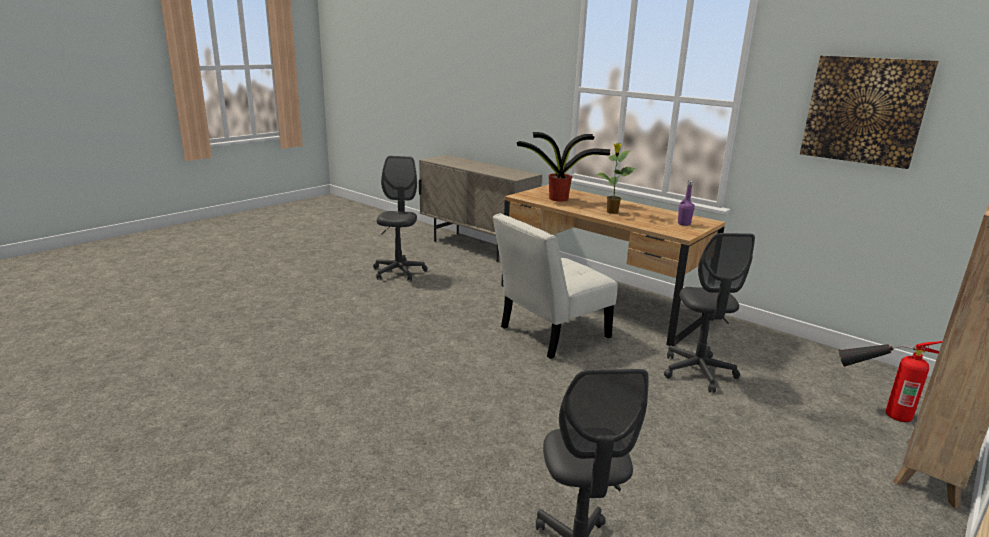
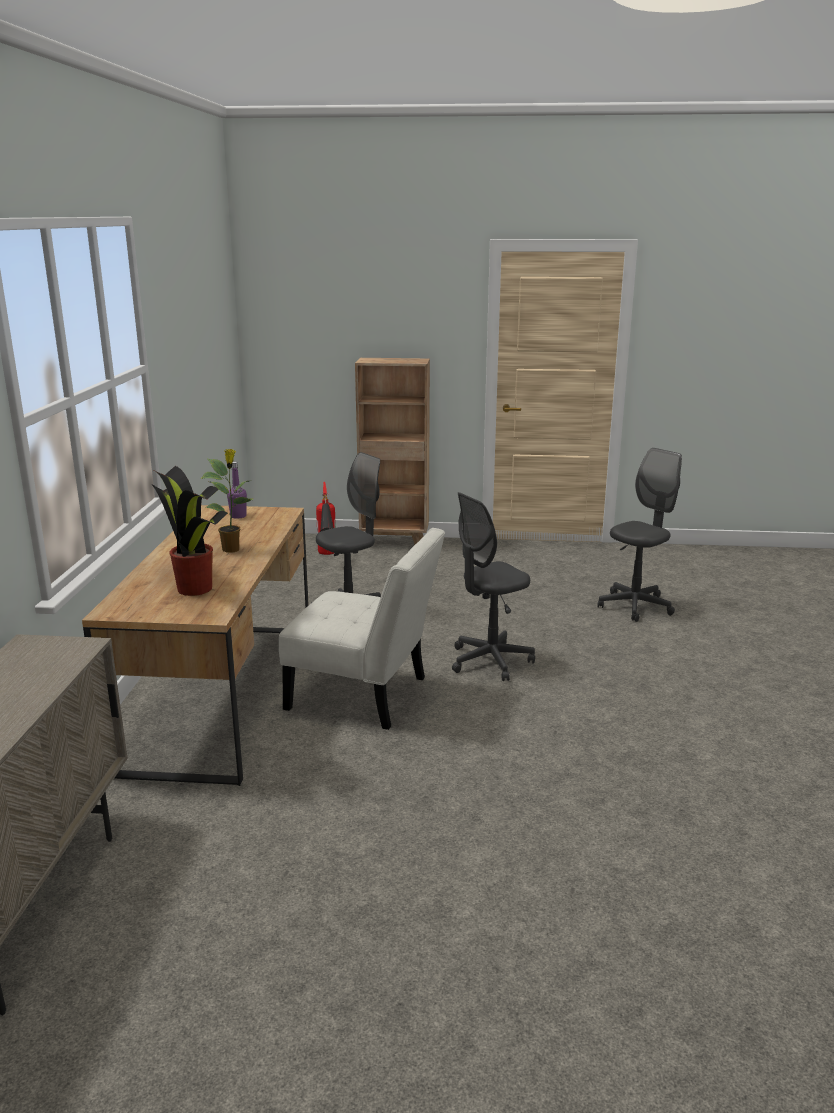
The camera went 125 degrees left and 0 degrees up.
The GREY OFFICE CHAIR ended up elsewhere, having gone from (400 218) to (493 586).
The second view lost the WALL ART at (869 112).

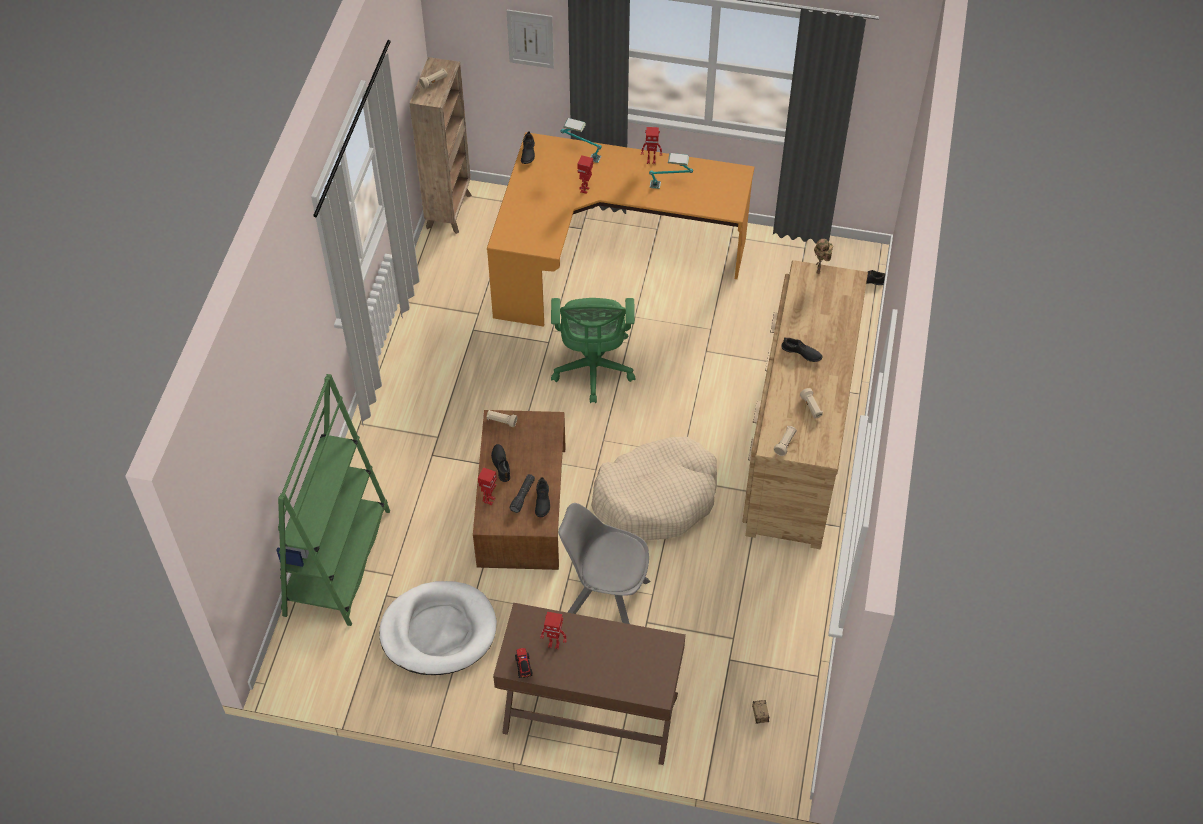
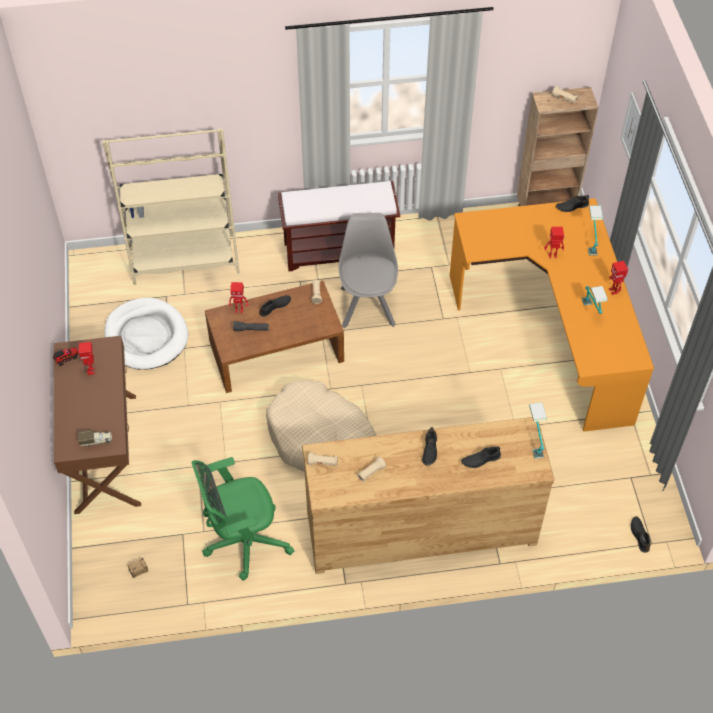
The camera went 70 degrees right and 0 degrees up.
The second view gained the MODEL TRUCK at (95 438).
What was the GREEN BOOKCASE at (333 500) turned into the BEIGE-COLOURED BOOKCASE at (171 206).
The GREEN OFFICE CHAIR ended up elsewhere, having gone from (593 350) to (243 519).
The second view gained the BROWN LONG SEAT at (339 226).
The GREY CHAIR ended up elsewhere, having gone from (604 563) to (368 270).
The BLACK-COLOURED LOW SHOE ended up elsewhere, having gone from (542 497) to (481 457).
Where the ROBOT FIGURE stood at (823 256), the LAMP FOR A TABLE came to stand at (538 431).

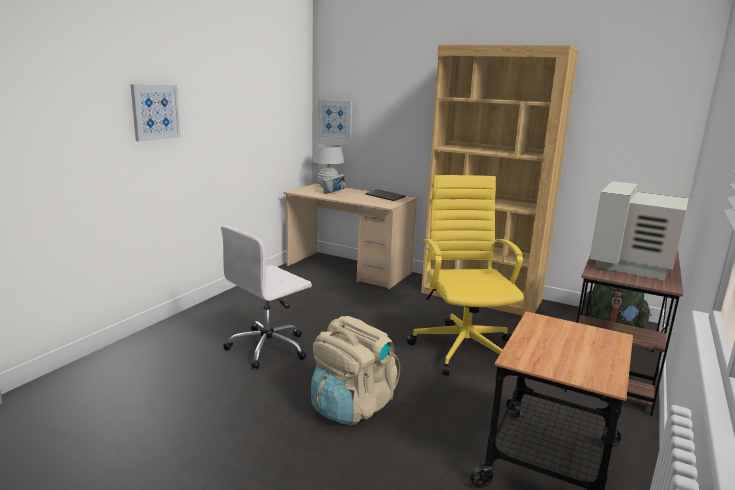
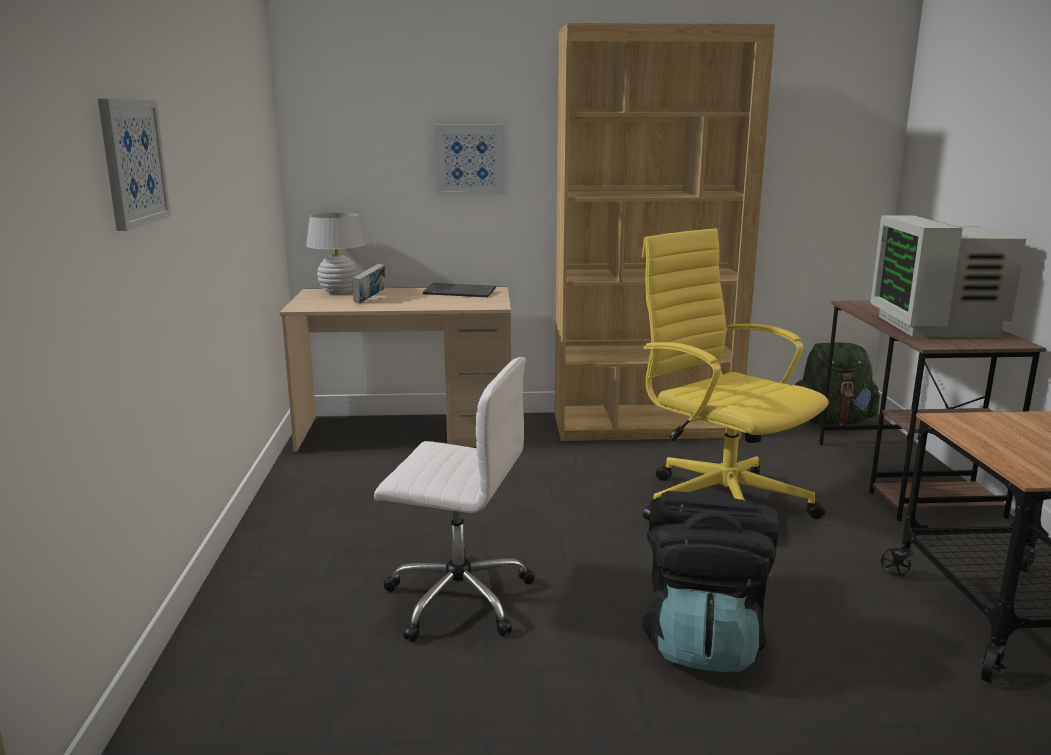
The camera went 30 degrees left and 0 degrees up.
The WHITE OFFICE CHAIR at (266 297) ended up facing another way, 90 degrees counterclockwise from before.
The WALL ART ended up elsewhere, having gone from (335 119) to (469 159).
What was the BEIGE-COLOURED KNAPSACK at (355 370) turned into the BLACK-COLOURED KNAPSACK at (710 581).

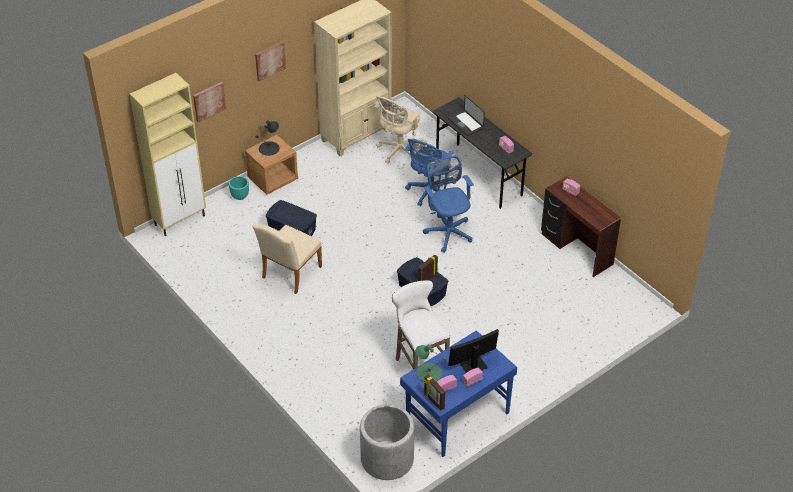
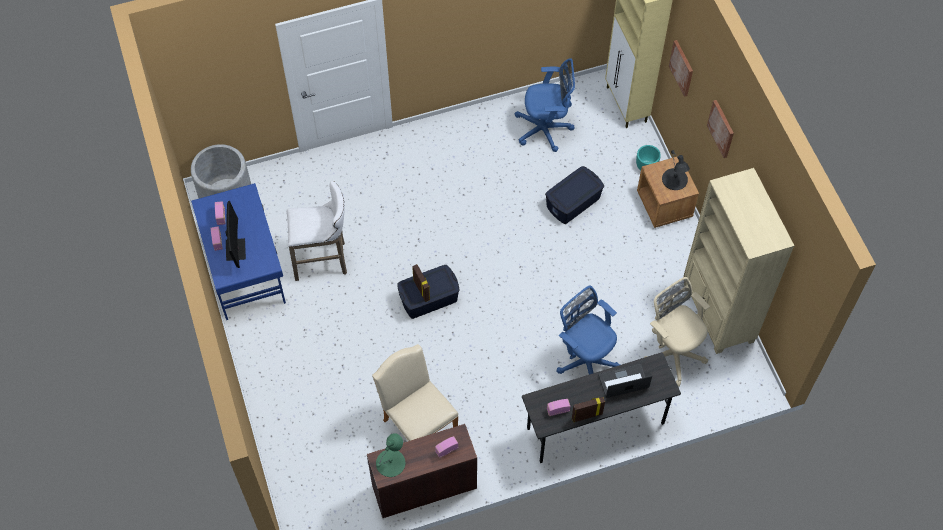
The camera went 110 degrees right and 15 degrees up.
The BEIGE-COLOURED CHAIR ended up elsewhere, having gone from (287 258) to (415 392).
The GREEN LAMP FOR A TABLE ended up elsewhere, having gone from (431 363) to (390 455).
The BLUE OFFICE CHAIR ended up elsewhere, having gone from (448 204) to (545 105).
The PHOTO FRAME ended up elsewhere, having gone from (434 392) to (588 409).

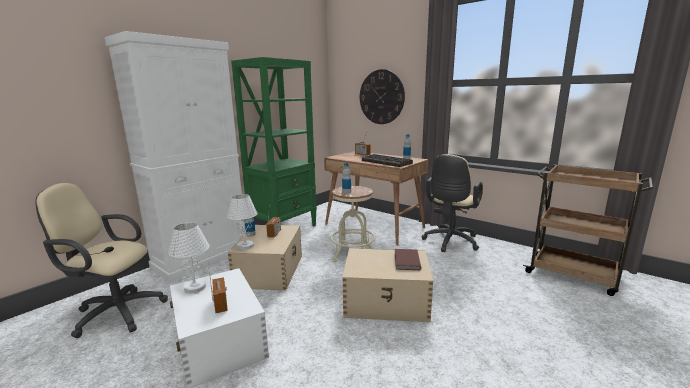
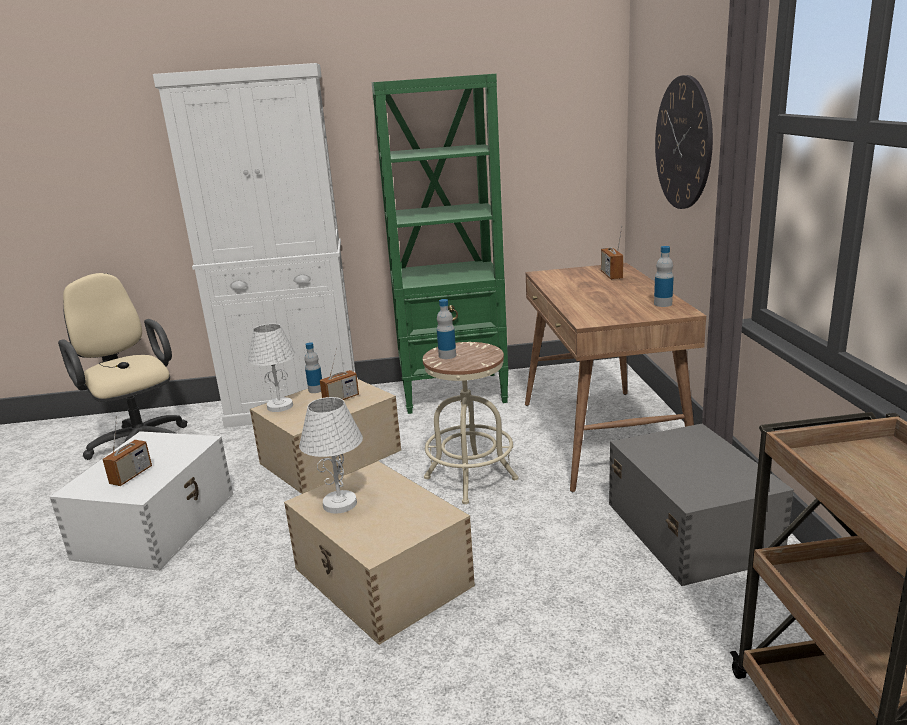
The camera went 45 degrees right and 5 degrees up.
The WHITE LAMP FOR A TABLE ended up elsewhere, having gone from (189 257) to (331 455).
Where the BEIGE-COLOURED OFFICE CHAIR stood at (452 203), the GREY STORAGE BIN came to stand at (701 505).
The second view lost the KEYBOARD at (387 160).
The second view lost the BROWN BOOK at (408 259).

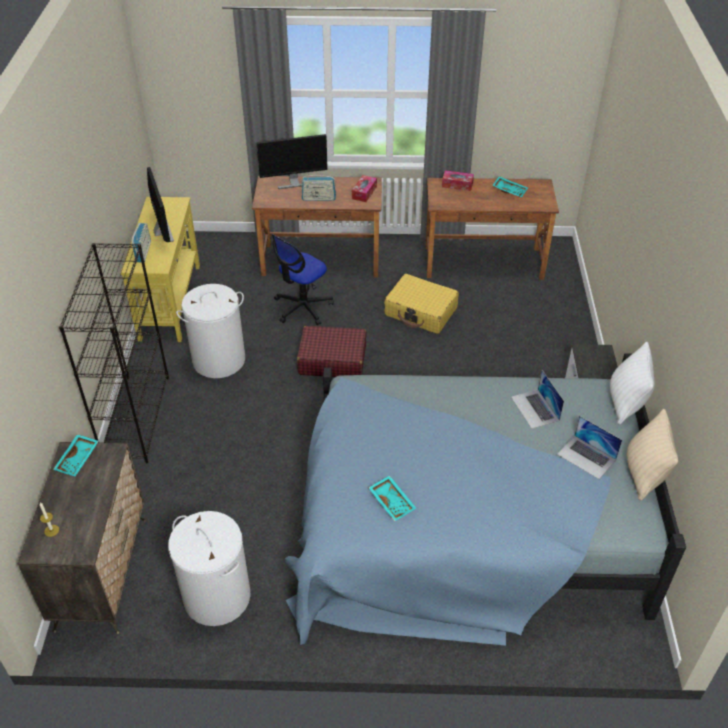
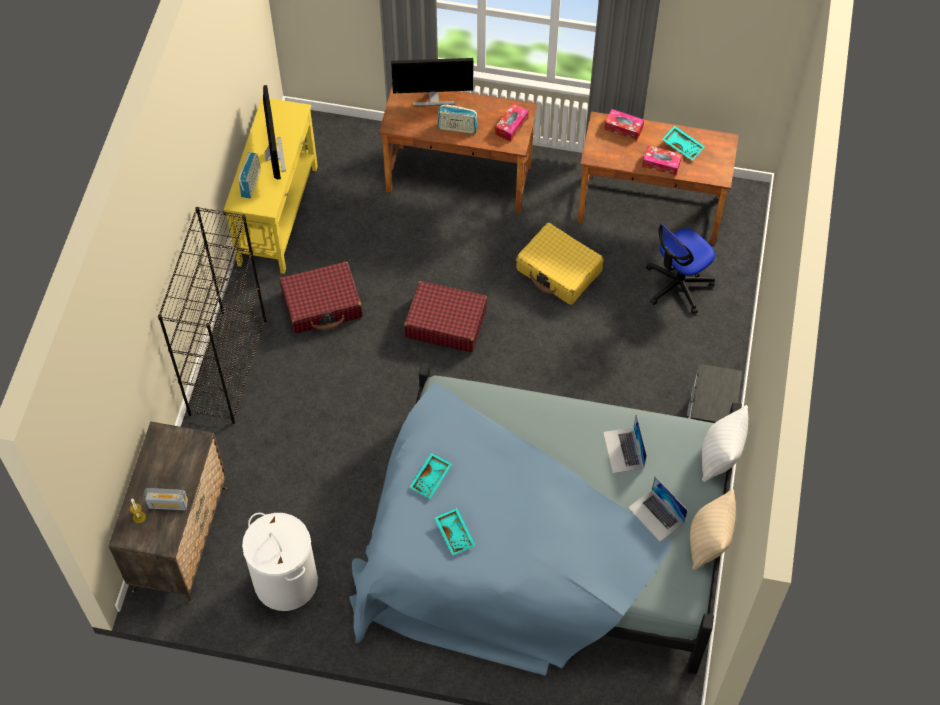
The camera went 10 degrees right and 15 degrees up.
The second view gained the RADIO RECEIVER at (166 499).
Where the WHITE HAMPER stood at (210 331), the RED SUITCASE came to stand at (321 298).
The TURQUOISE SERVING TRAY ended up elsewhere, having gone from (76 455) to (430 476).
The second view gained the TISSUE HOLDER at (662 161).
The OFFICE CHAIR ended up elsewhere, having gone from (302 279) to (680 268).

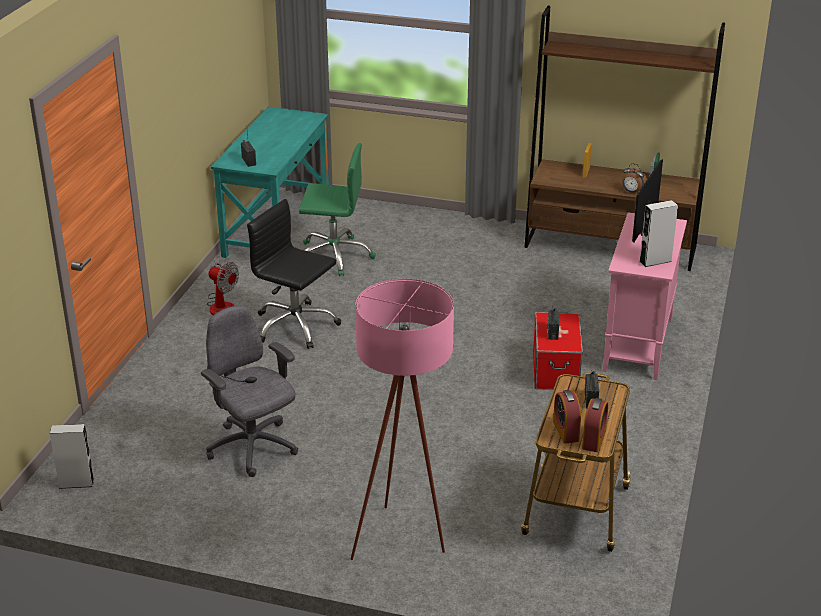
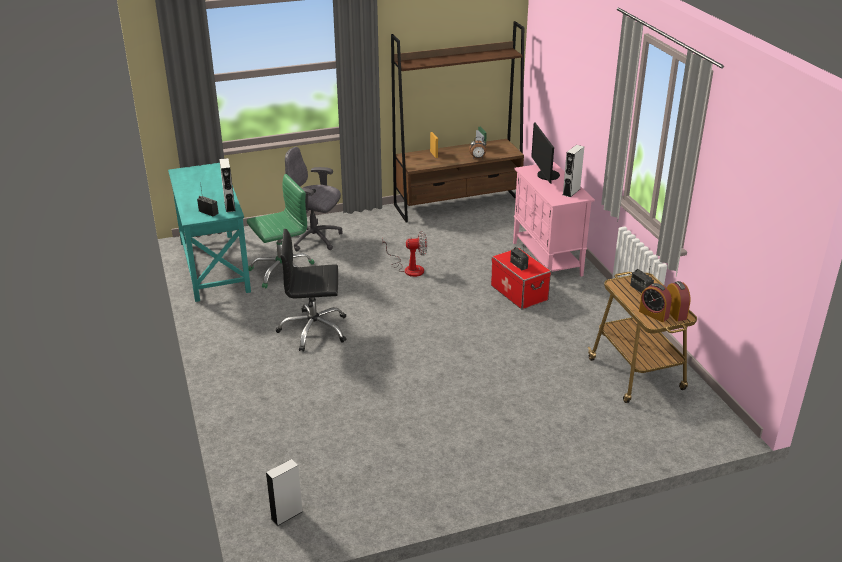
The camera went 35 degrees left and 0 degrees up.
The second view gained the GREY LOUDSPEAKER at (227 185).
The GREY OFFICE CHAIR ended up elsewhere, having gone from (249 391) to (314 199).
The ELECTRIC FAN ended up elsewhere, having gone from (223 286) to (404 254).
The second view lost the PINK STANDING LAMP at (402 419).

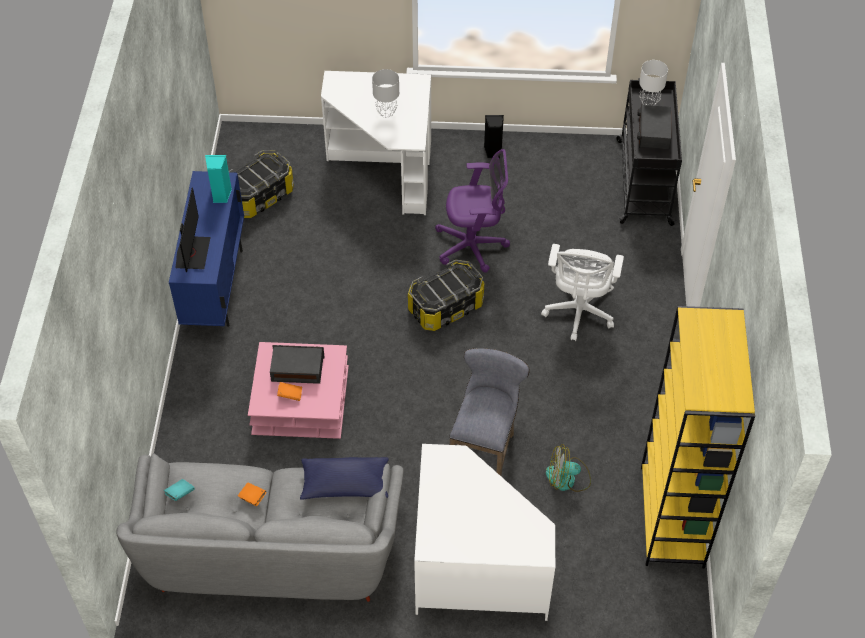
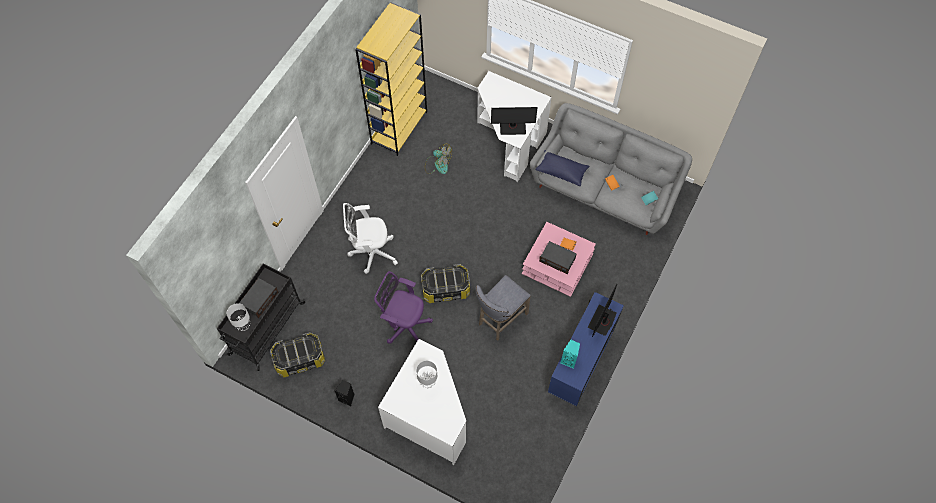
The camera went 155 degrees left and 10 degrees up.
The STORAGE BIN ended up elsewhere, having gone from (261 184) to (297 354).
The WHITE OFFICE CHAIR at (582 292) ended up facing another way, 135 degrees counterclockwise from before.
The GREY STOOL ended up elsewhere, having gone from (489 412) to (503 307).
The second view gained the MONITOR at (514 121).

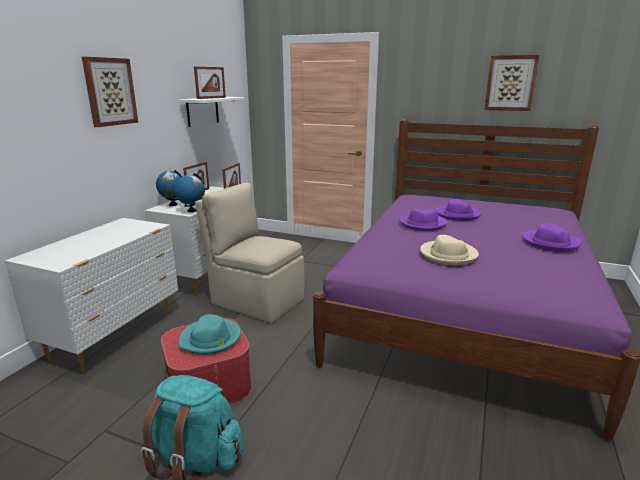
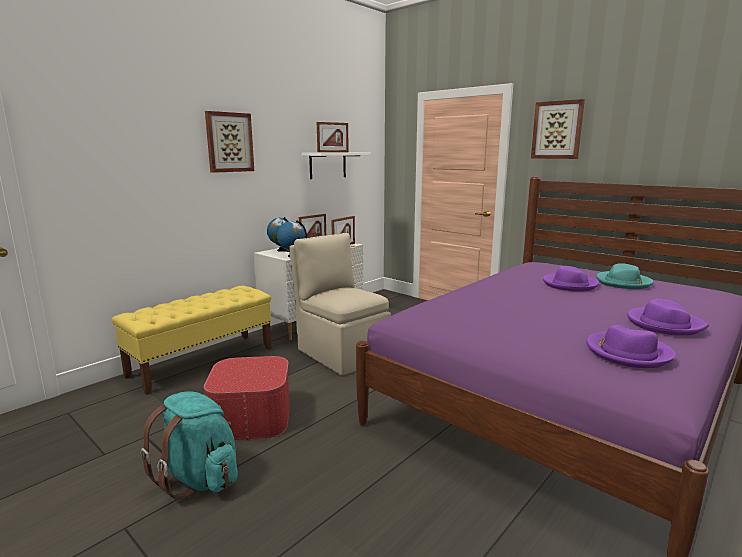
The camera went 20 degrees right and 5 degrees down.
Where the WHITE CHEST OF DRAWERS stood at (91 295), the YELLOW LONG SEAT came to stand at (191 340).
The WALL ART ended up elsewhere, having gone from (511 83) to (558 129).
The PURPLE WEARABLE HAT ended up elsewhere, having gone from (423 219) to (631 346).
The TURQUOISE WEARABLE HAT ended up elsewhere, having gone from (210 334) to (625 276).
The second view lost the BEIGE-COLOURED WEARABLE HAT at (449 250).

